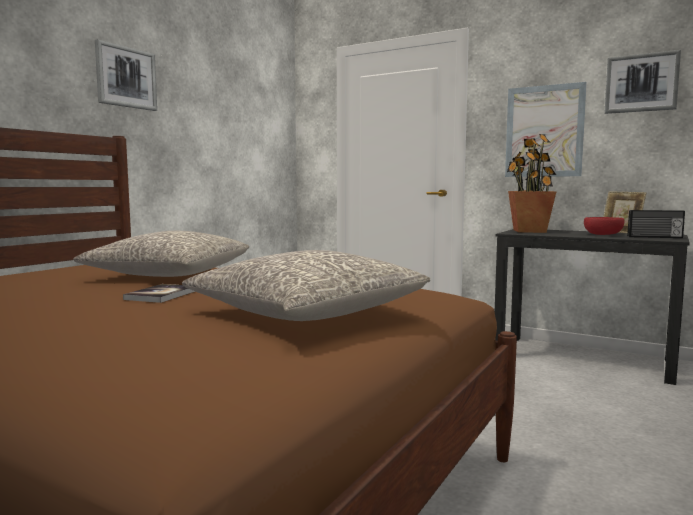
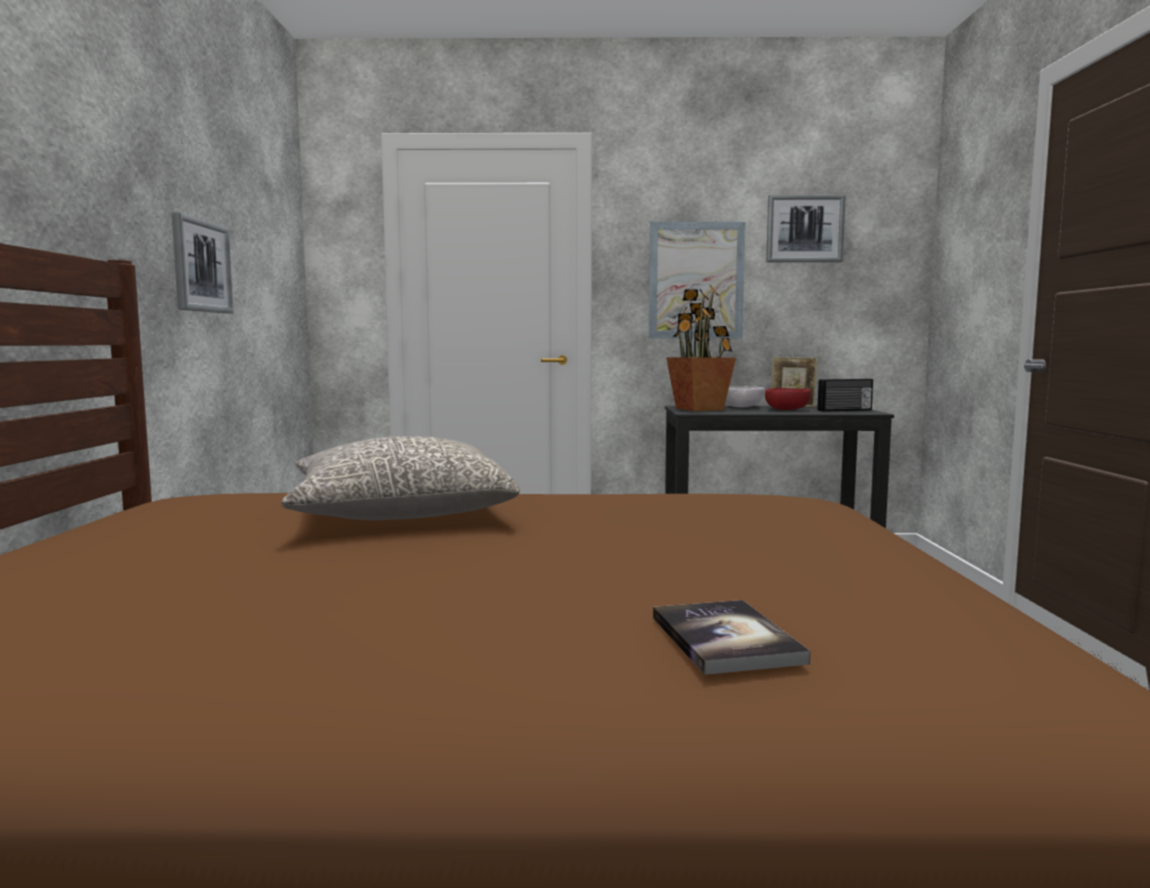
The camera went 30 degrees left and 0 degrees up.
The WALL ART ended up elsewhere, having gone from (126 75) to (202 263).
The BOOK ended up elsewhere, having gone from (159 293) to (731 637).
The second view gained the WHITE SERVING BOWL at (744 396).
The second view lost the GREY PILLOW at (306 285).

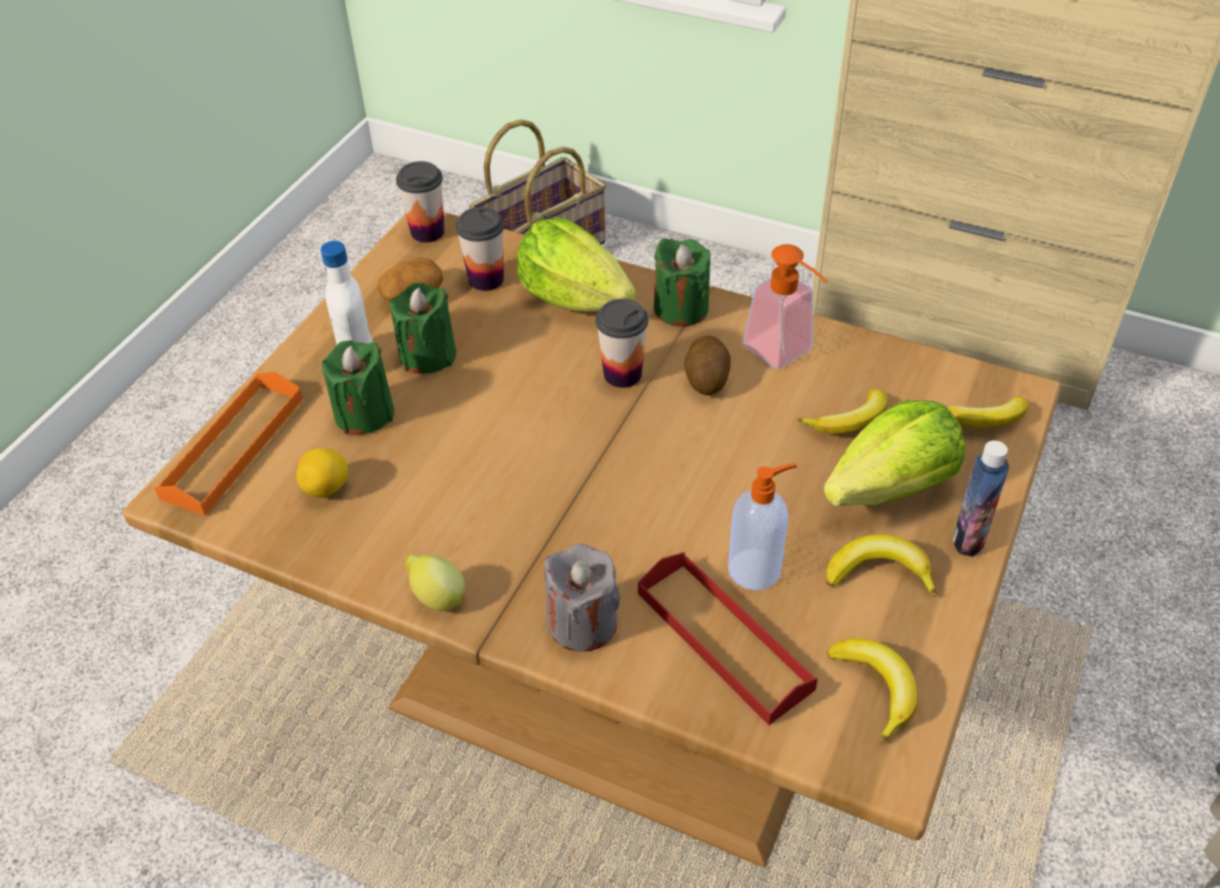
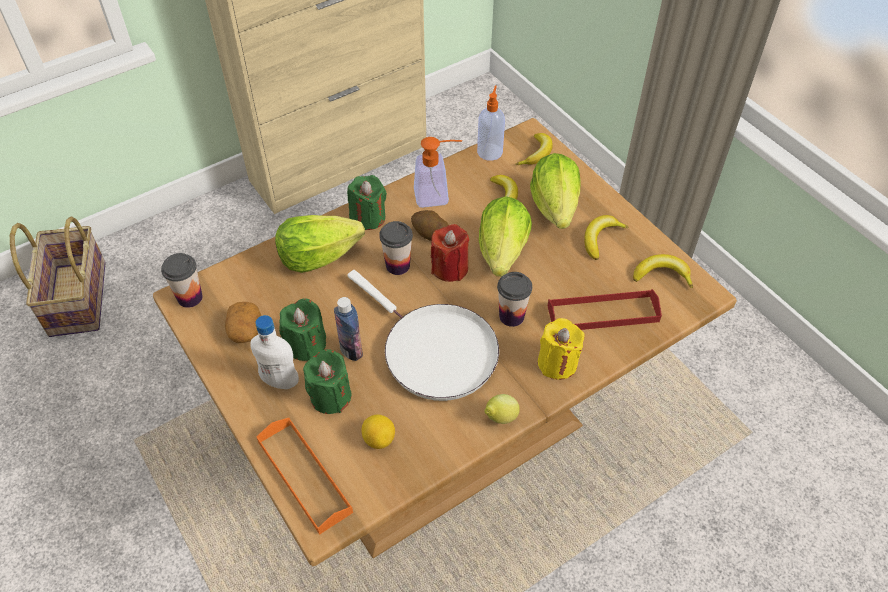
The camera went 60 degrees left and 5 degrees up.
The DRINK BOTTLE ended up elsewhere, having gone from (981 498) to (348 329).
The second view gained the WHITE FRYING PAN at (423 335).
The second view gained the RED CANDLE at (450 253).
The SOAP BOTTLE ended up elsewhere, having gone from (762 527) to (491 123).
The second view gained the LETTUCE at (505 236).
The CUP ended up elsewhere, having gone from (480 249) to (514 299).
What was the GREY CANDLE at (582 598) turned into the YELLOW CANDLE at (561 349).

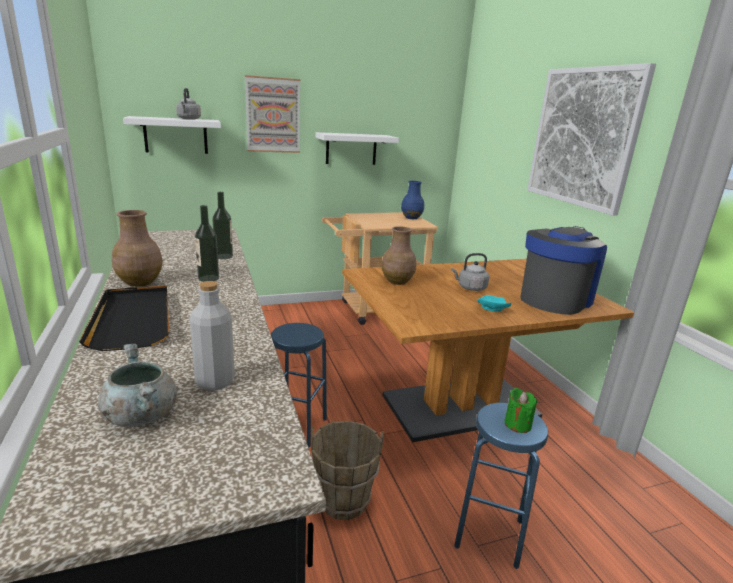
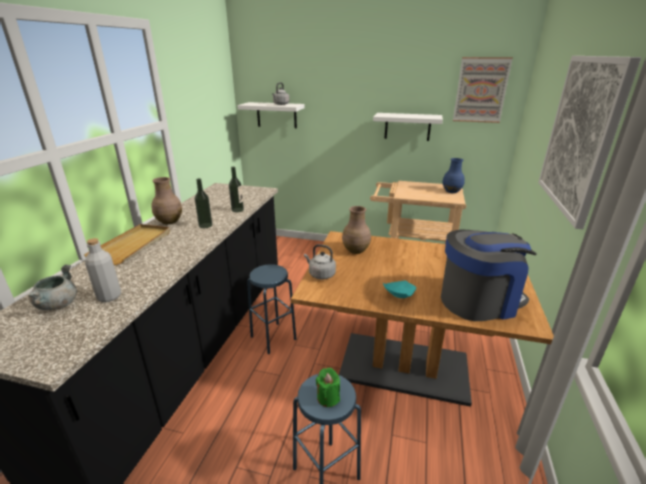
The camera went 35 degrees right and 5 degrees up.
What was the BLACK-COLOURED SERVING TRAY at (124 318) turned into the BEIGE-COLOURED SERVING TRAY at (127 244).
The GREY TEA KETTLE ended up elsewhere, having gone from (470 272) to (320 262).
The WALL ART ended up elsewhere, having gone from (272 114) to (483 90).
The second view lost the BROWN WATER BUCKET at (347 470).

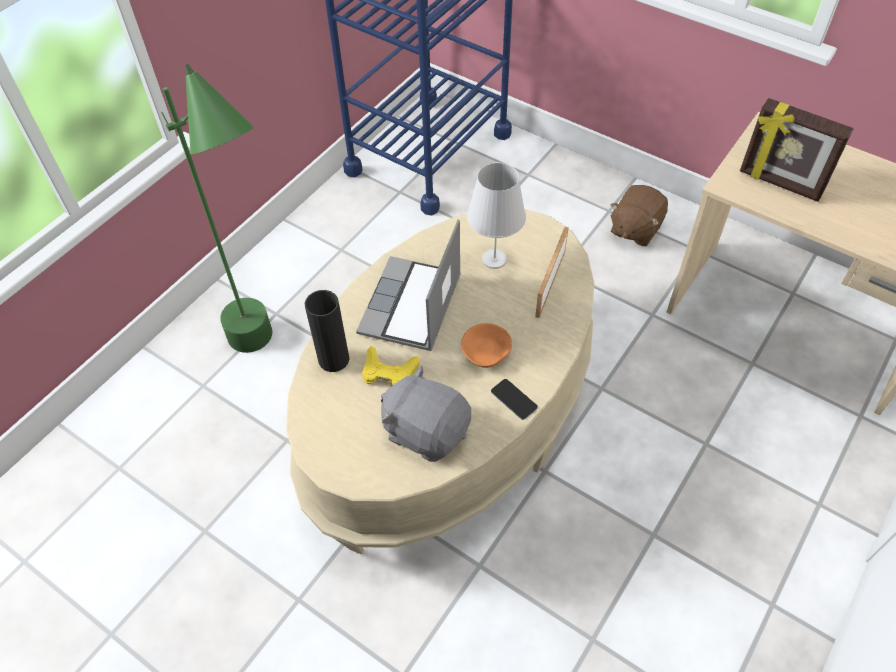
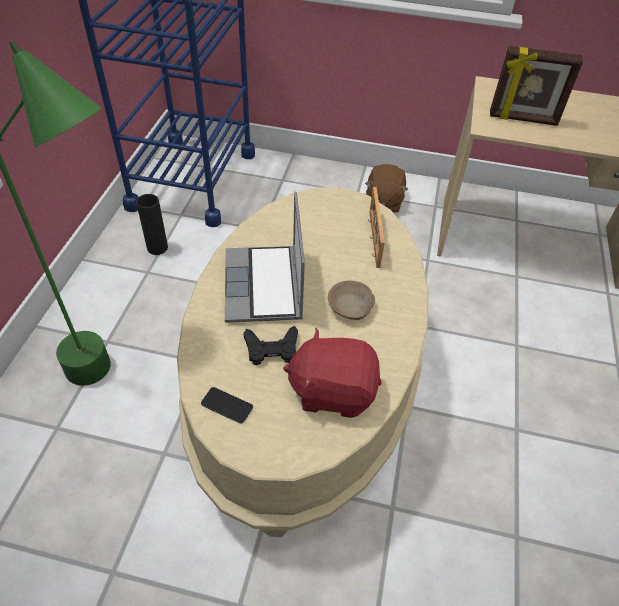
The camera went 25 degrees left and 5 degrees down.
The BLACK-COLOURED VASE ended up elsewhere, having gone from (327 331) to (152 224).
The HANDSET ended up elsewhere, having gone from (514 399) to (227 405).
What was the YELLOW JOYPAD at (391 365) turned into the BLACK-COLOURED JOYPAD at (271 345).
What was the GREY PLUSH TOY at (426 414) turned into the RED PLUSH TOY at (332 373).
What was the ORANGE-COLOURED SERVING BOWL at (486 345) turned into the BEIGE-COLOURED SERVING BOWL at (351 300).
The second view lost the WHITE LAMP FOR A TABLE at (496 216).

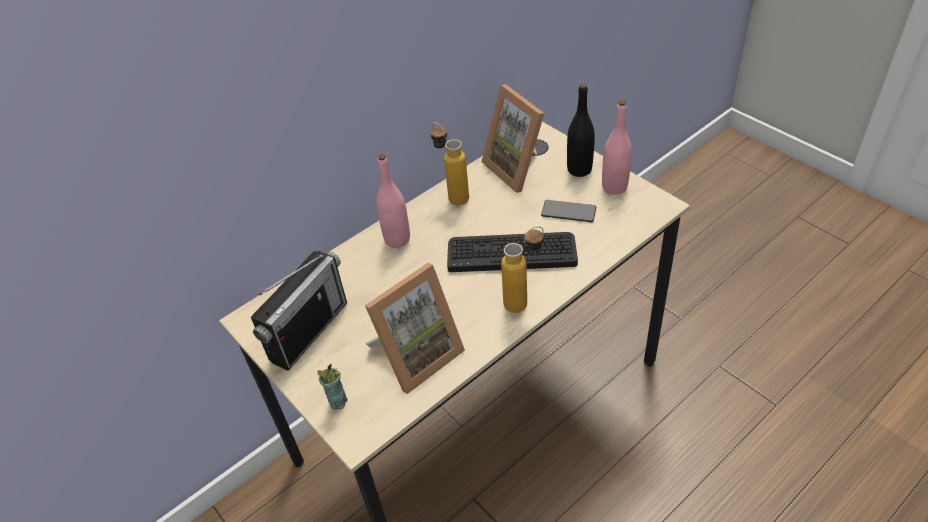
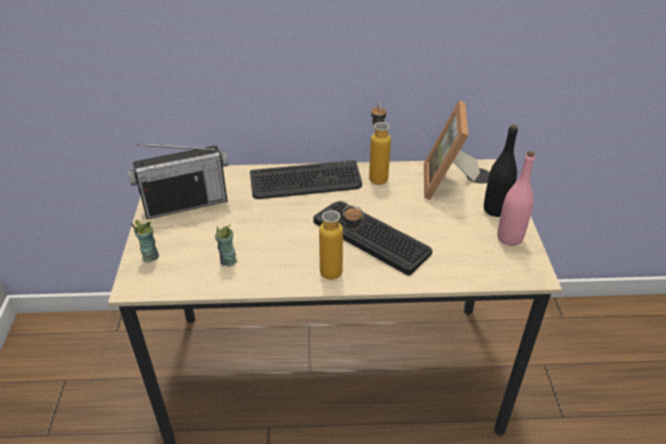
The camera went 35 degrees right and 5 degrees down.
Where the PHOTO FRAME stood at (415 328), the CUP came to stand at (226 245).
Where the PINK DRINK BOTTLE stood at (393 201), the KEYBOARD came to stand at (306 179).
The second view lost the HANDSET at (568 211).

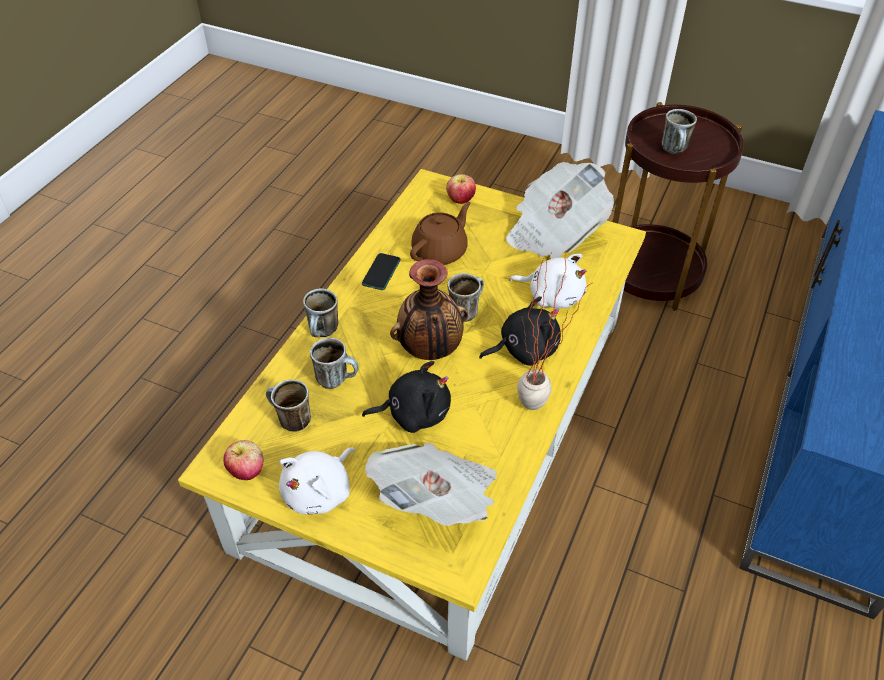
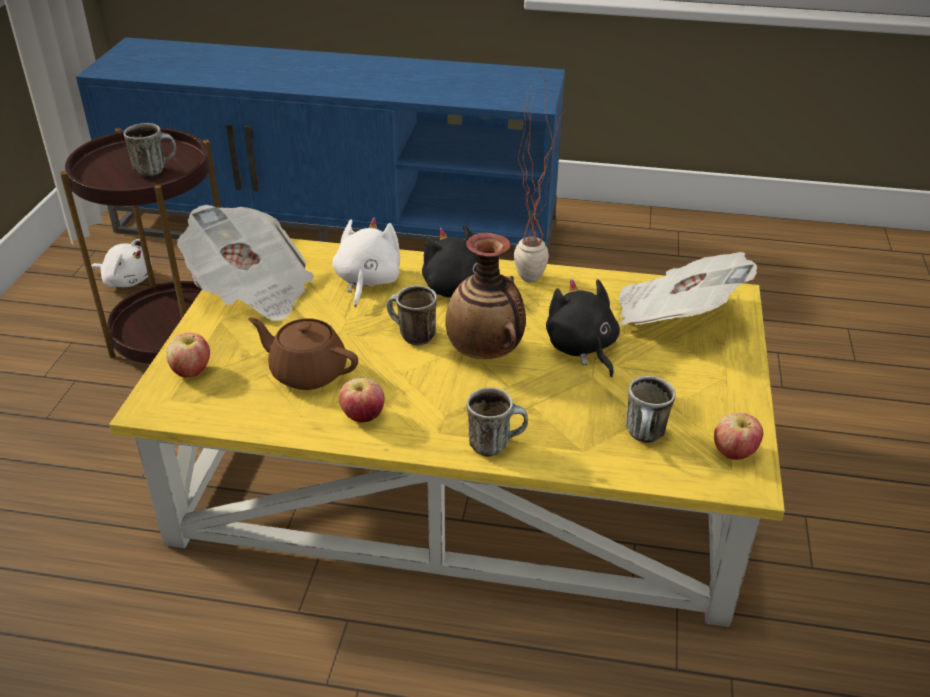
The camera went 105 degrees left and 10 degrees down.
The WHITE PLUSH TOY ended up elsewhere, having gone from (317 480) to (121 263).
Where the HANDSET stood at (381 271), the APPLE came to stand at (362 400).
The second view lost the MUG at (334 363).

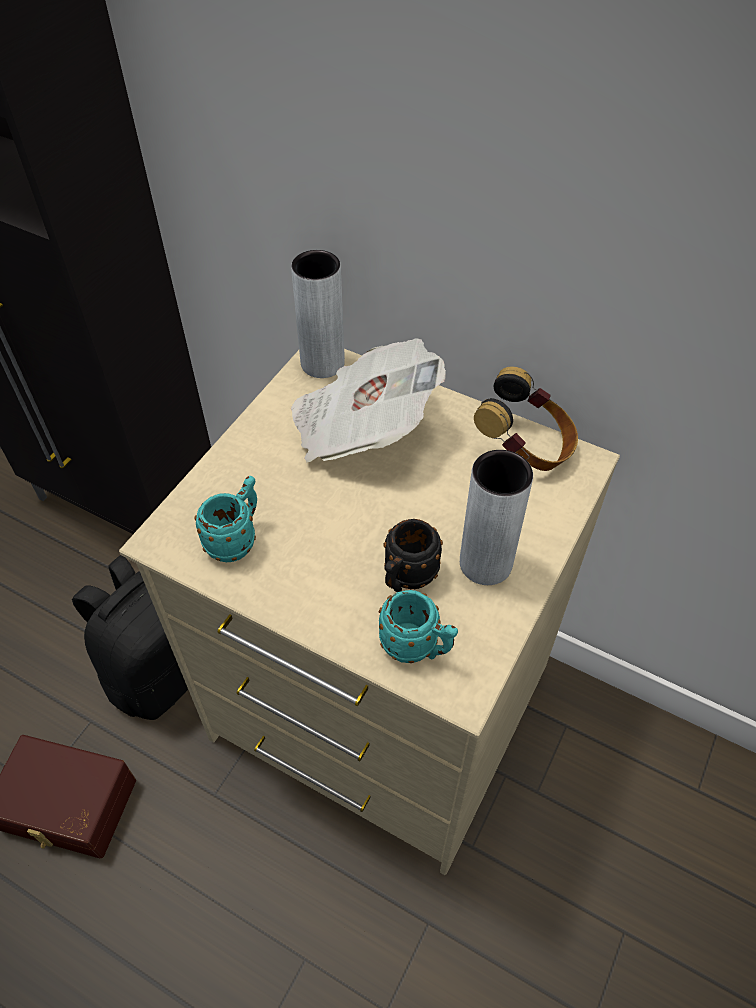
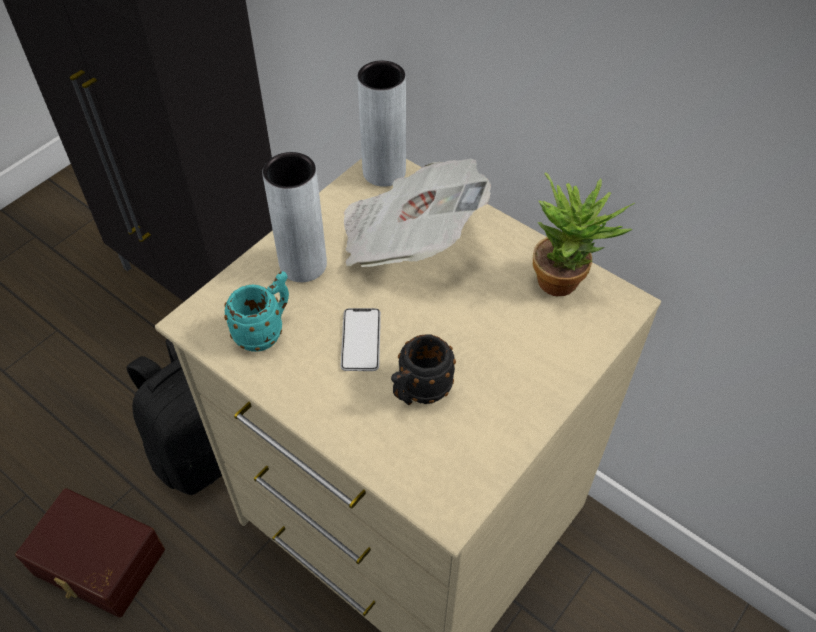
The camera went 10 degrees right and 0 degrees up.
The GREY VASE ended up elsewhere, having gone from (496 517) to (294 217).
The second view gained the HANDSET at (360 339).
Where the PAIR OF HEADPHONES stood at (526 418), the POTTED PLANT came to stand at (584 234).
The second view lost the TURQUOISE MUG at (418 626).

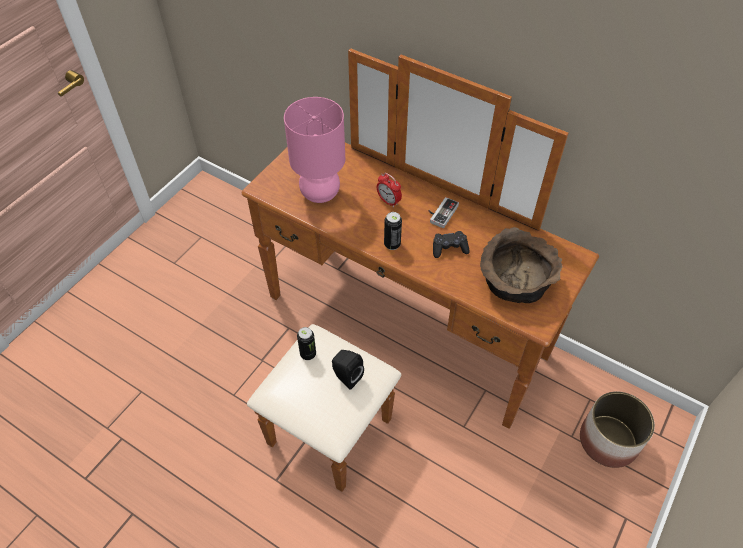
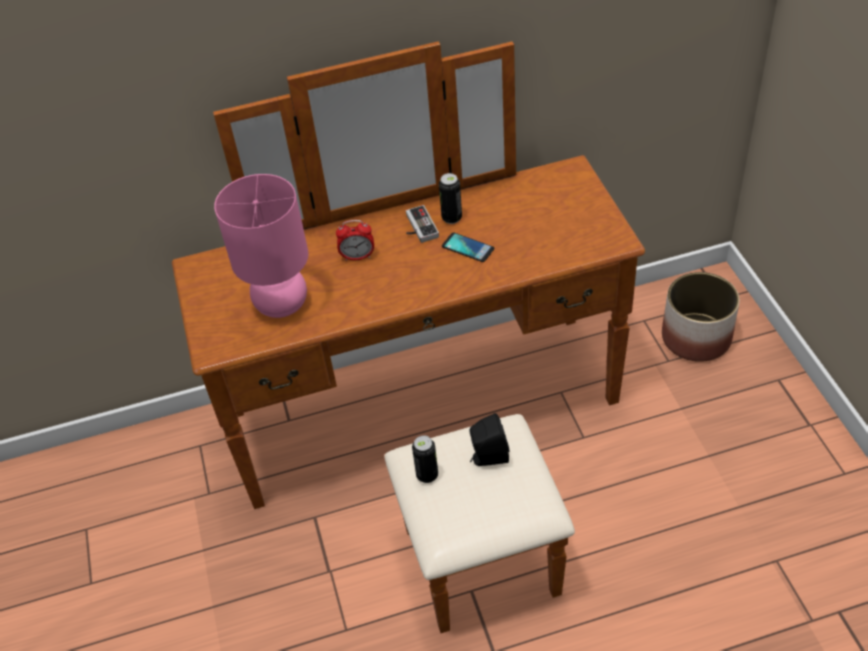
The camera went 45 degrees left and 5 degrees down.
The METAL CAN ended up elsewhere, having gone from (393 231) to (450 198).
Where the BLACK-COLOURED JOYPAD stood at (451 244), the HANDSET came to stand at (468 247).
The second view lost the BROWN SERVING BOWL at (521 265).

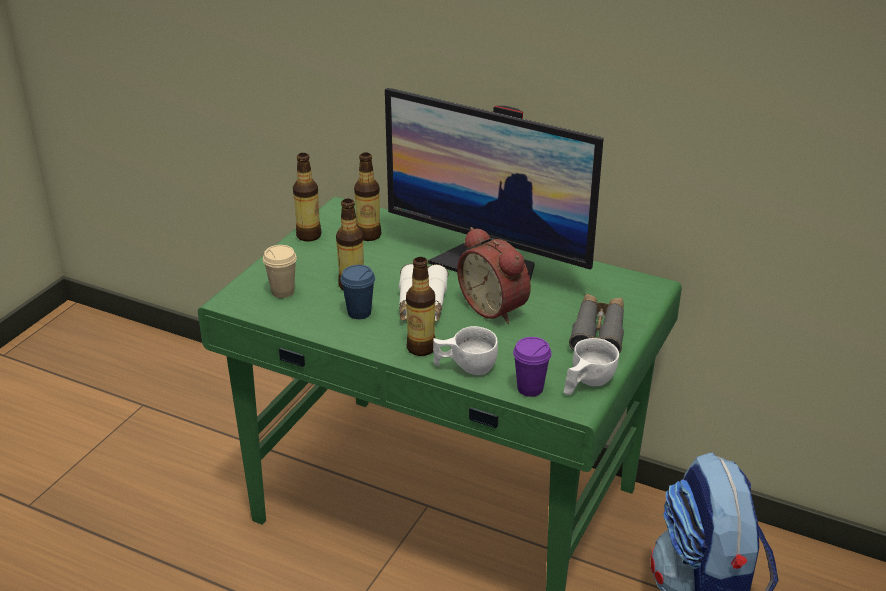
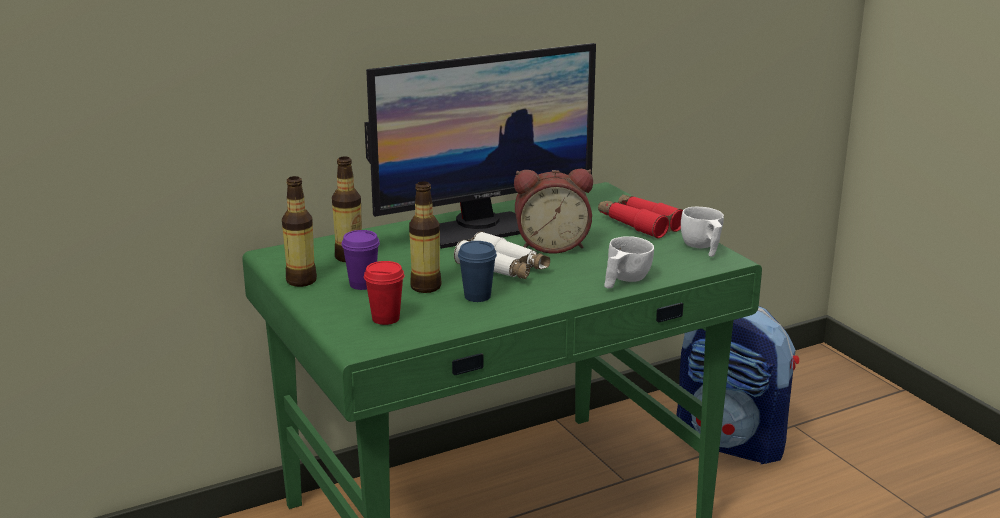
The camera went 55 degrees left and 10 degrees down.
The PURPLE CUP ended up elsewhere, having gone from (532 367) to (360 260).
What was the BEIGE-COLOURED CUP at (280 271) turned into the RED CUP at (384 293).
What was the GREY FIELD GLASSES at (596 324) turned into the RED FIELD GLASSES at (640 217).
The second view lost the DRINK BOTTLE at (421 306).

